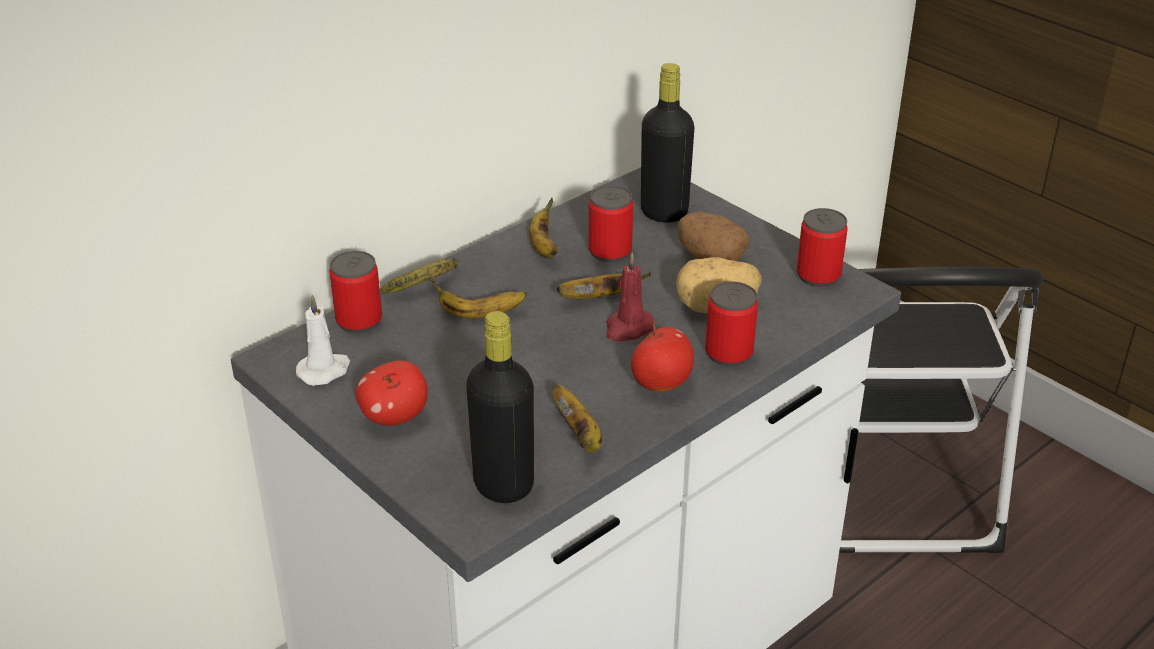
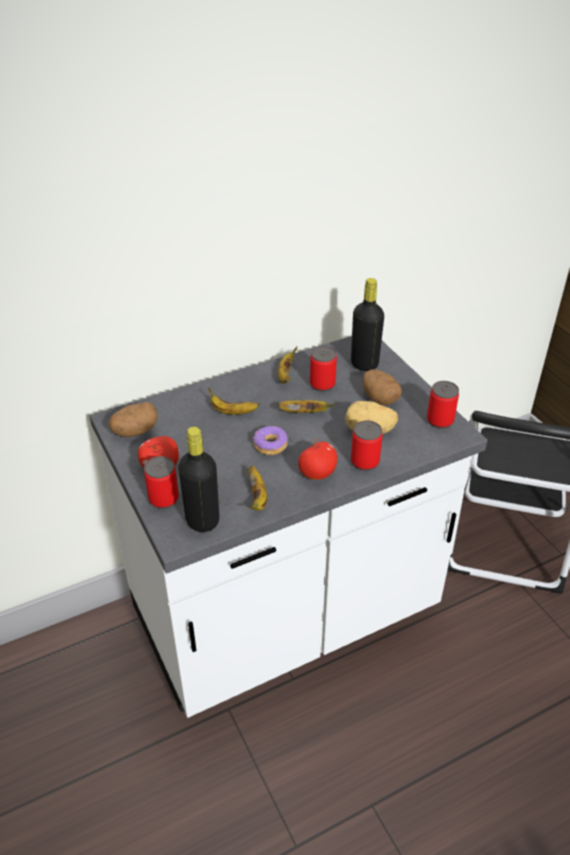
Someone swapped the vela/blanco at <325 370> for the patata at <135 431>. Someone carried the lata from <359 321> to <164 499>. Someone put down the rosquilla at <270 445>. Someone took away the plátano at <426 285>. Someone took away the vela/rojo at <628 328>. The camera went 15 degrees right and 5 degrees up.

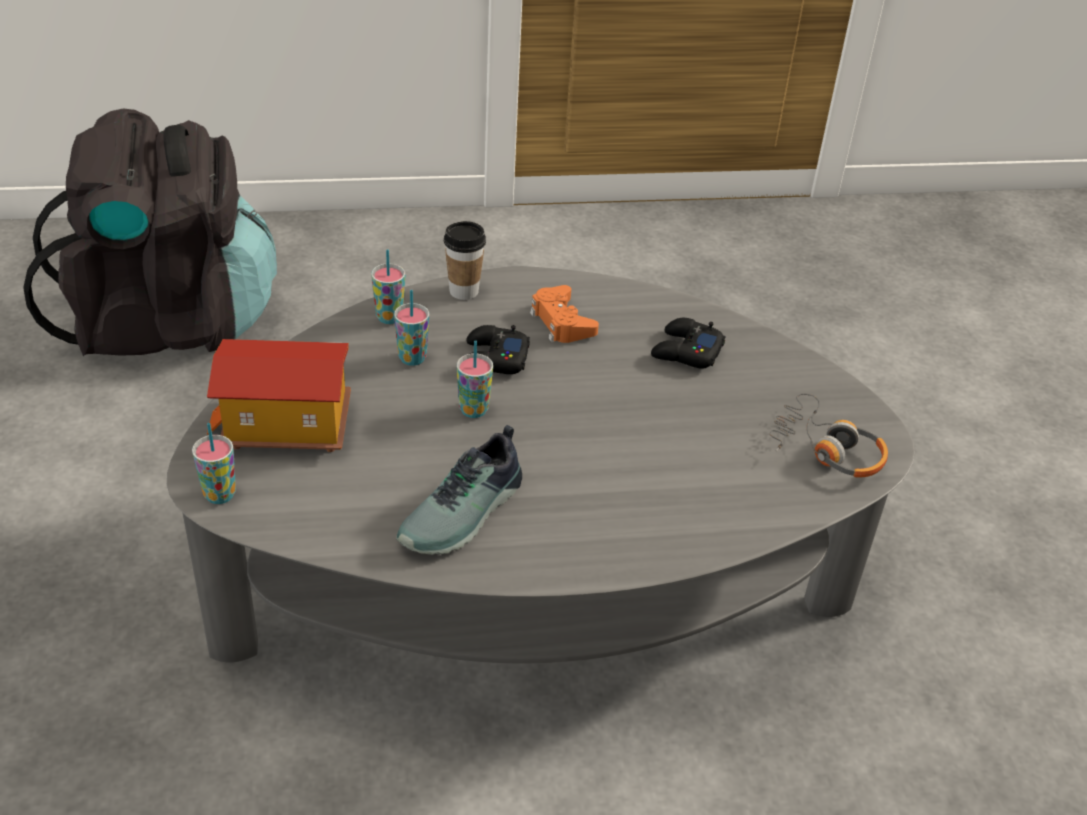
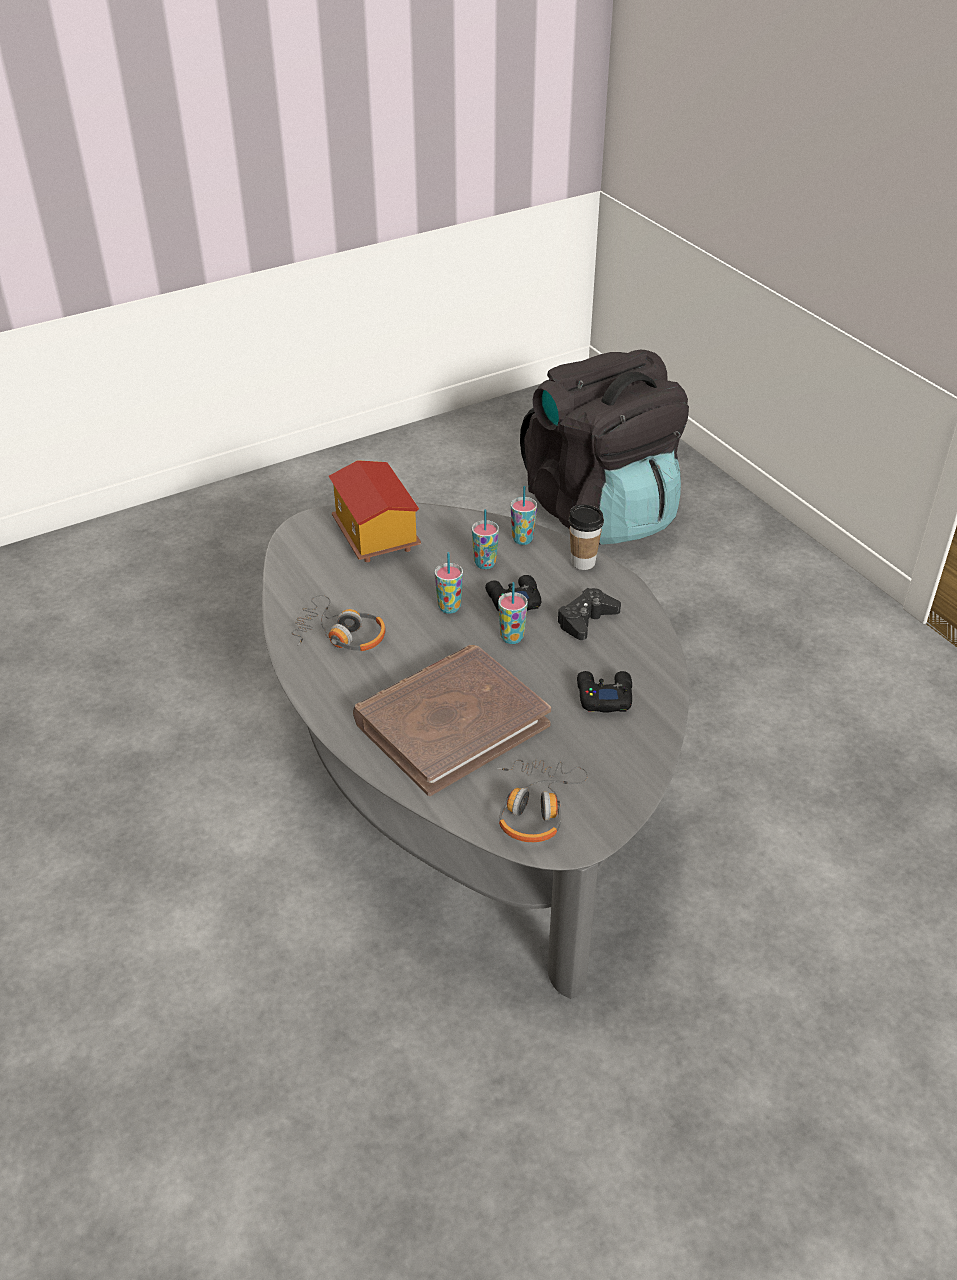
Someone swapped the zapato at <465 514> for the auriculares at <340 635>. Someone put down the libro/marrón at <451 723>. Someone carried the taza from <219 494> to <512 637>. Someone repainted the mando de consola/naranja at <561 322>, which became the mando de consola/negro at <586 620>. The camera went 70 degrees right and 0 degrees up.

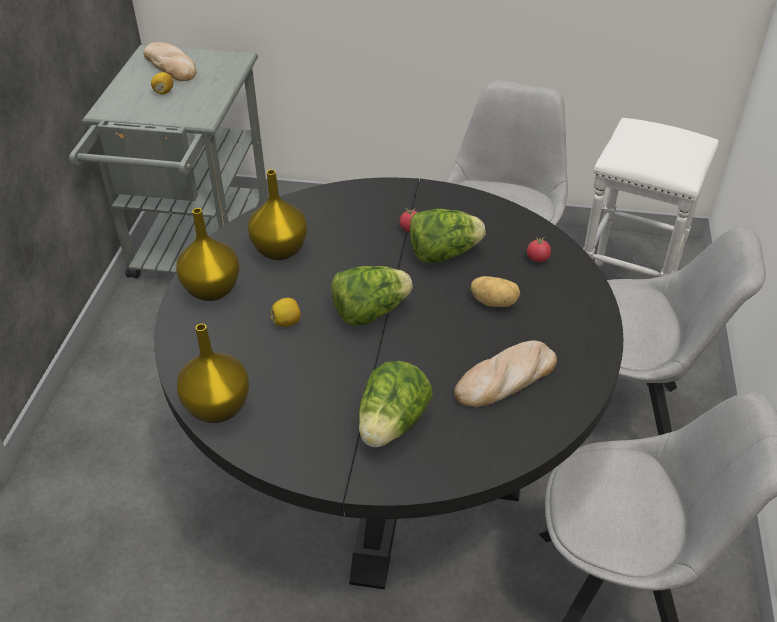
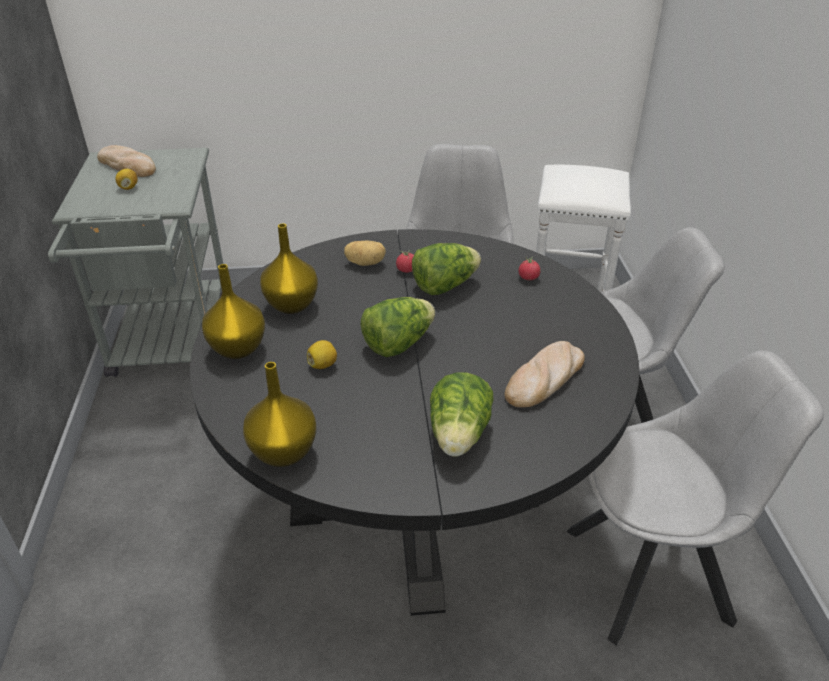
Someone carried the patata from <494 302> to <365 263>. The camera went 15 degrees left and 5 degrees down.

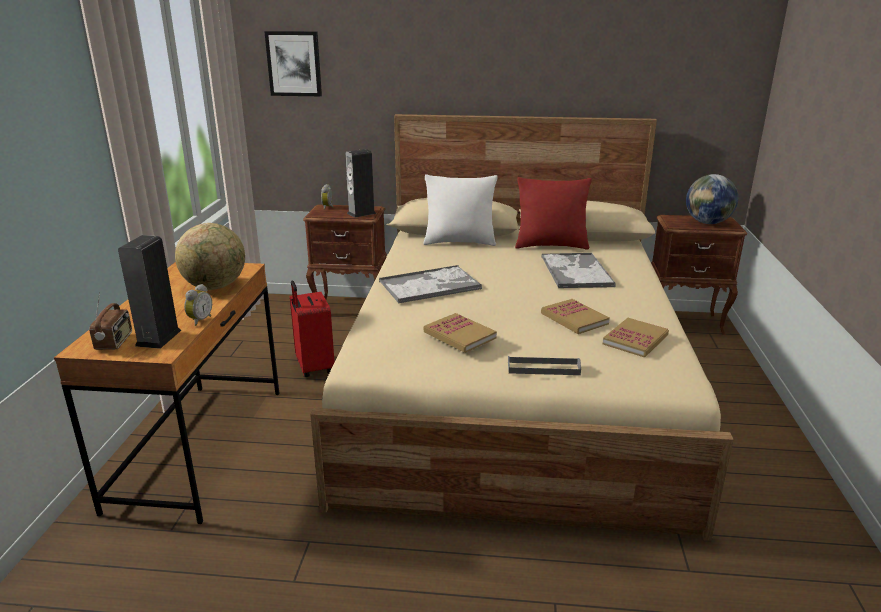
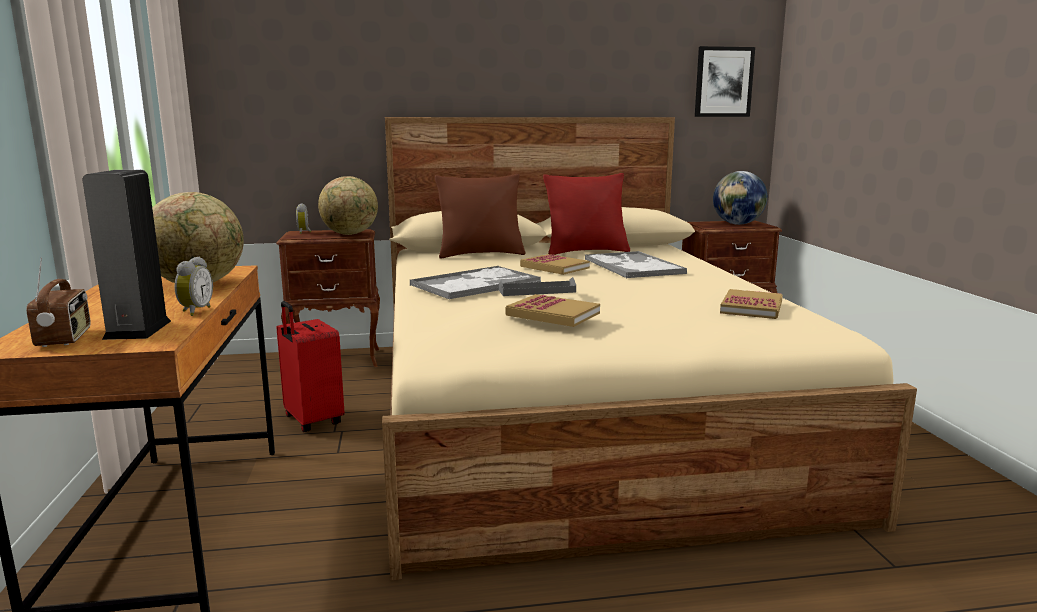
Someone swapped the altavoz at <361 213> for the globo terráqueo at <350 234>. Someone repainted the cojín/blanco at <459 242>, which became the cojín/marrón at <481 254>. Someone carried the bandeja/gris from <543 368> to <537 291>. Someone carried the libro from <574 319> to <554 267>. Someone carried the cuadro from <294 63> to <723 82>. The camera went 15 degrees left and 10 degrees down.

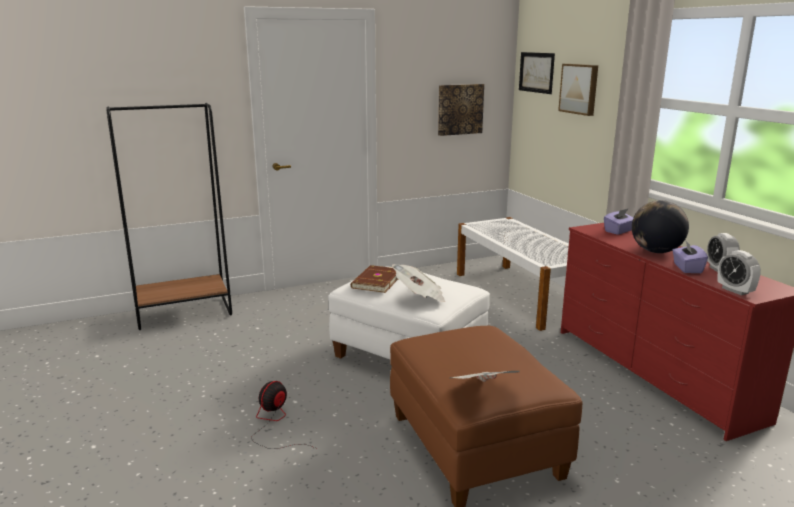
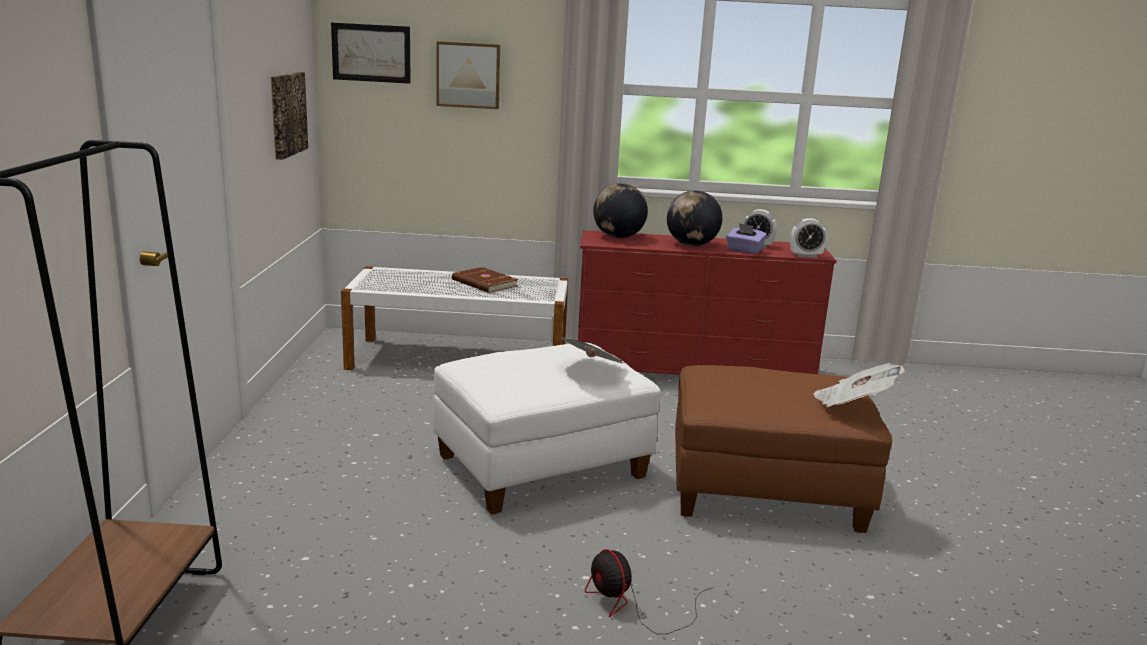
Someone carried the libro/marrón from <375 281> to <484 283>. Someone swapped the caja de pañuelos/morado at <618 231> for the globo terráqueo at <618 237>. The camera went 65 degrees left and 0 degrees up.

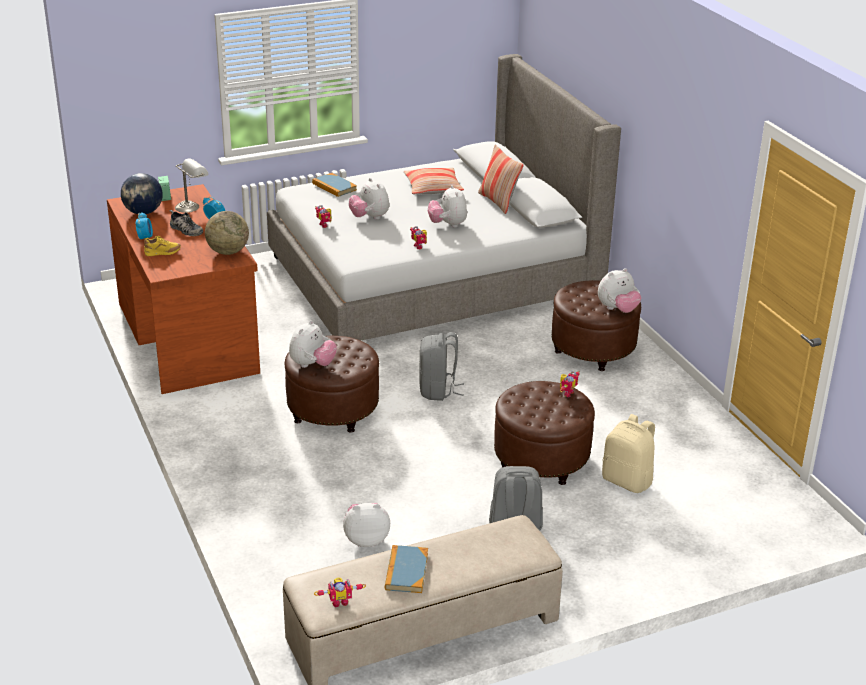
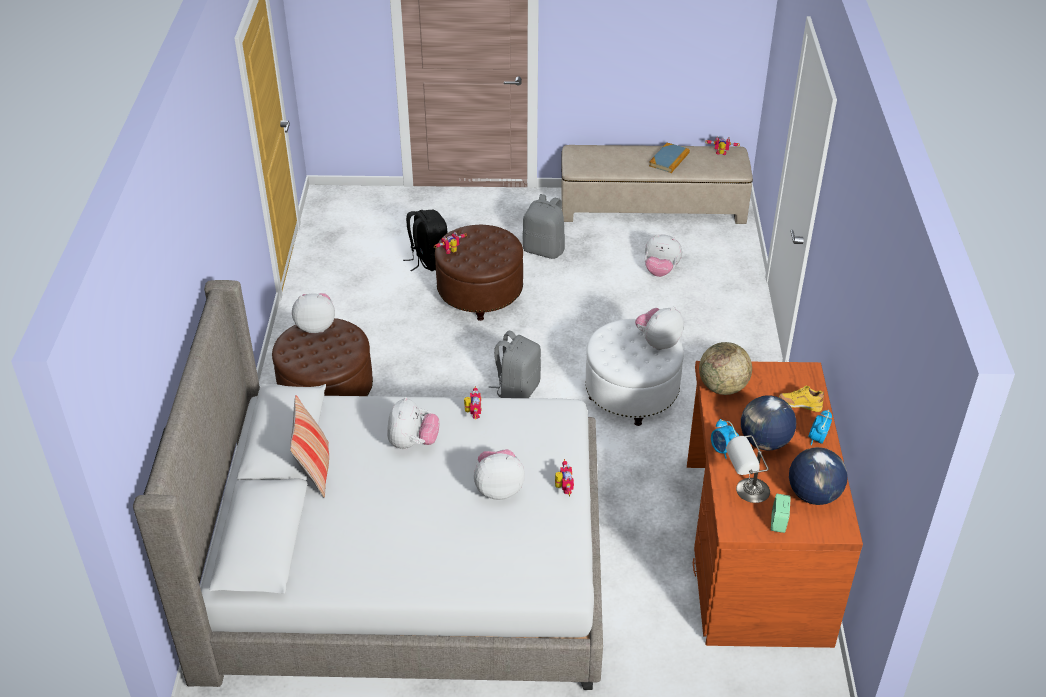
Someone repainted the mochila/beis at <628 481>, which became the mochila/negro at <428 260>. Someone rotated the peluche at <369 217> by 90 degrees counterclockwise. Someone repainted the puf/marrón at <333 411>, which became the puf/blanco at <631 395>. Someone swapped the zapato at <185 230> for the globo terráqueo at <764 442>. Someone took away the libro at <334 187>. Someone took away the cojín at <433 188>. The camera went 155 degrees left and 10 degrees up.

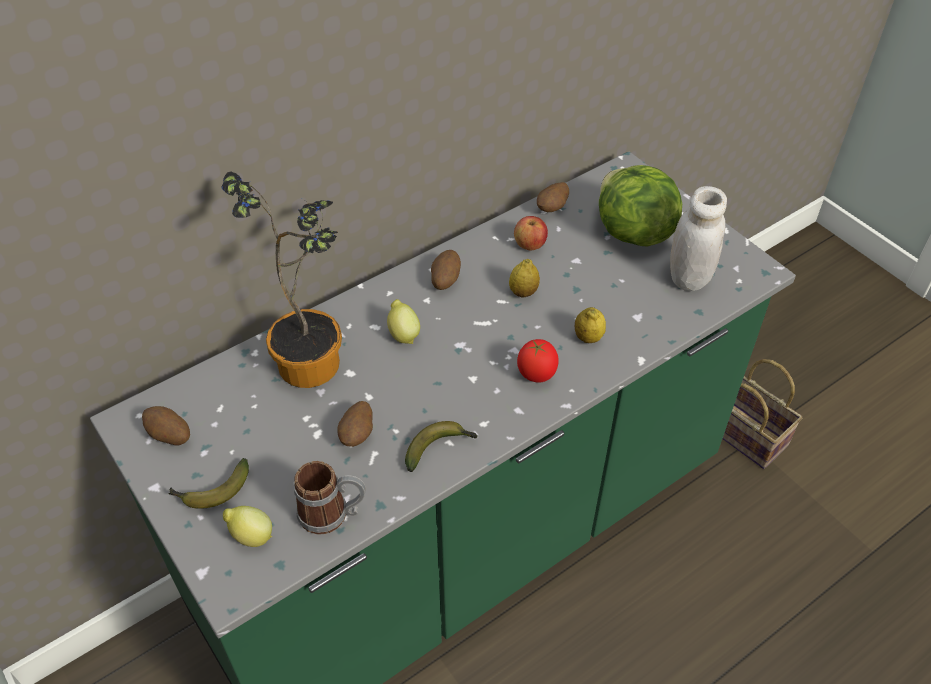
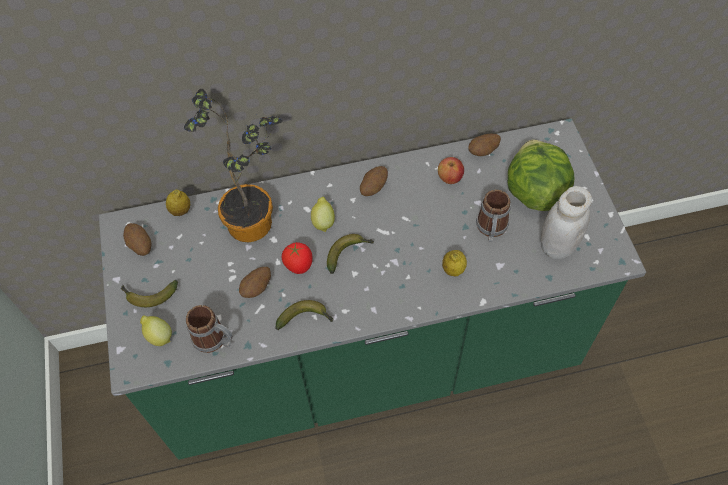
Someone carried the limón from <523 292> to <181 211>. Someone carried the tomate from <536 375> to <299 266>. Someone put down the plátano at <348 253>. Someone put down the taza grande at <491 230>. Someone took away the cesta at <740 433>. The camera went 25 degrees right and 10 degrees up.

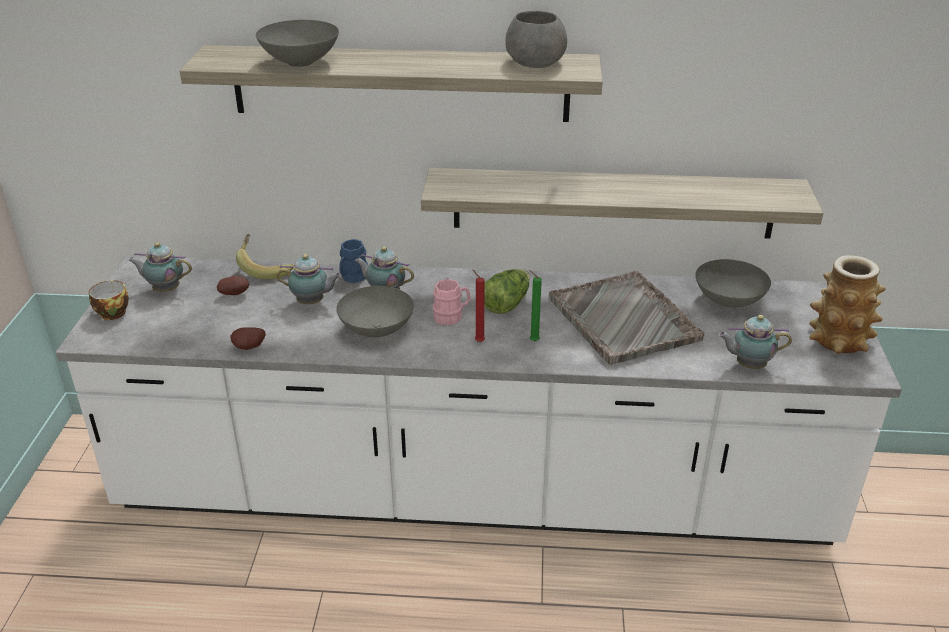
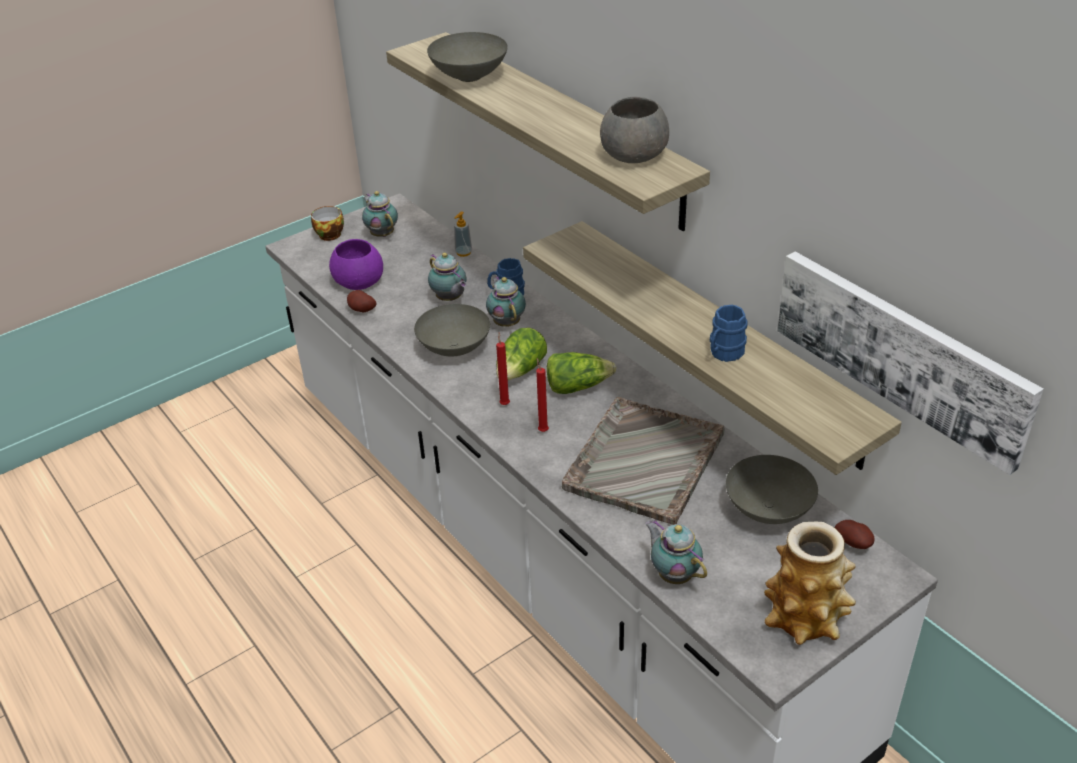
Someone put down the cuenco/morado at <359 282>. Someone swapped the plátano at <265 268> for the dispensador de jabón at <463 252>. Someone swapped the taza grande/rosa at <452 316> for the lechuga at <520 371>. Someone repainted the vela/verde at <532 341>, which became the vela/rojo at <542 430>. Someone put down the taza grande/azul at <724 353>. Someone put up the cuadro at <901 354>. Someone carried the patata from <235 294> to <854 543>. The camera went 50 degrees right and 5 degrees up.

